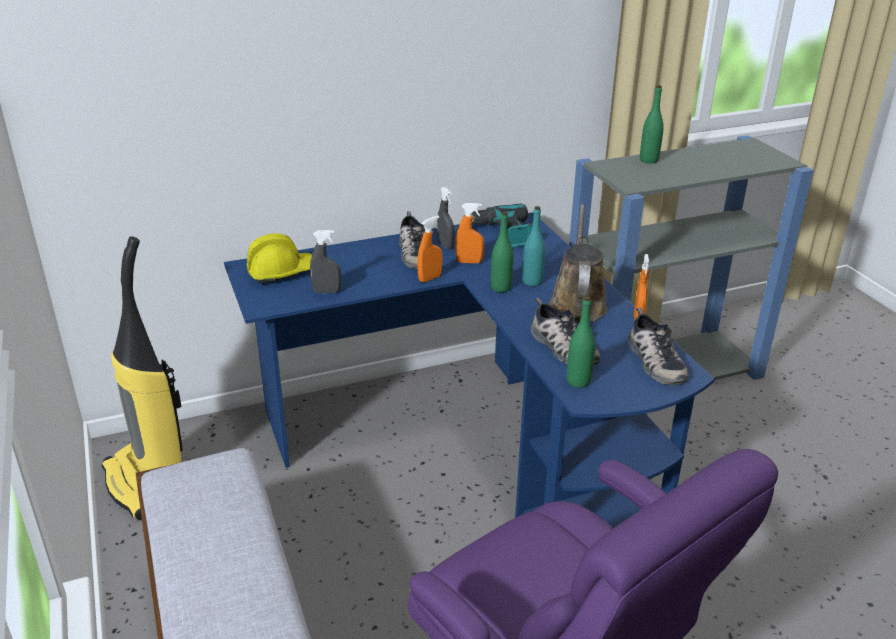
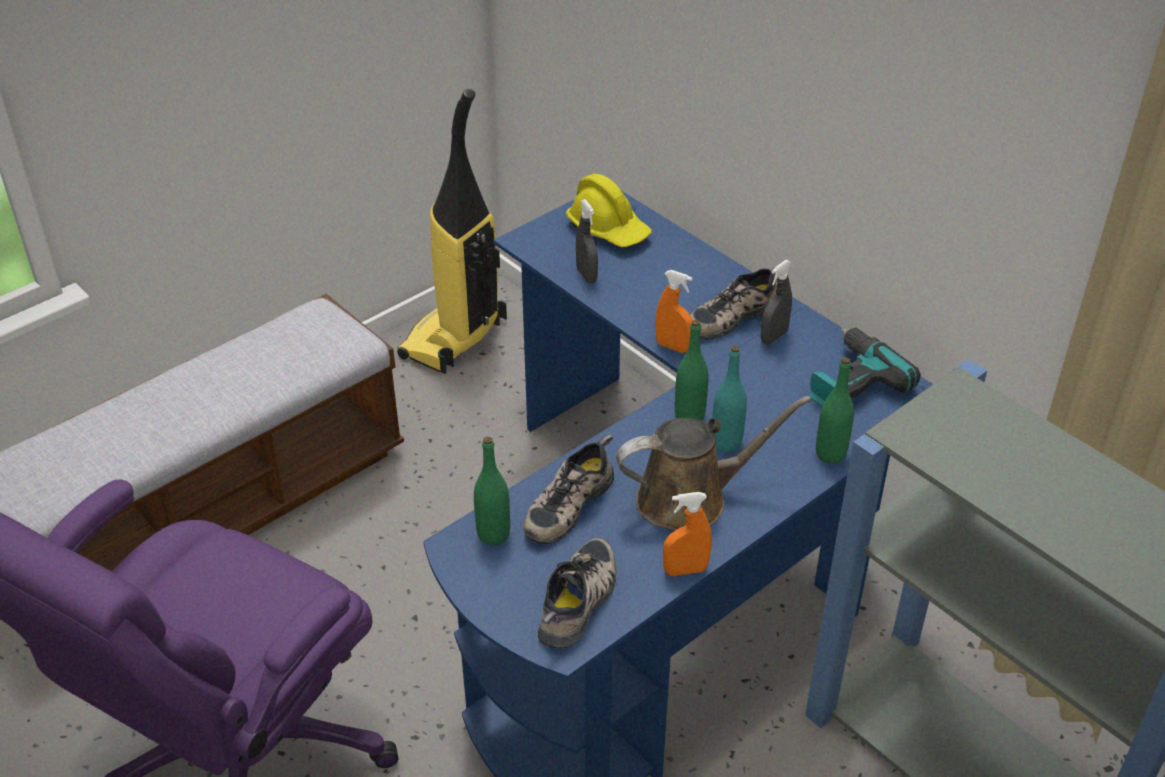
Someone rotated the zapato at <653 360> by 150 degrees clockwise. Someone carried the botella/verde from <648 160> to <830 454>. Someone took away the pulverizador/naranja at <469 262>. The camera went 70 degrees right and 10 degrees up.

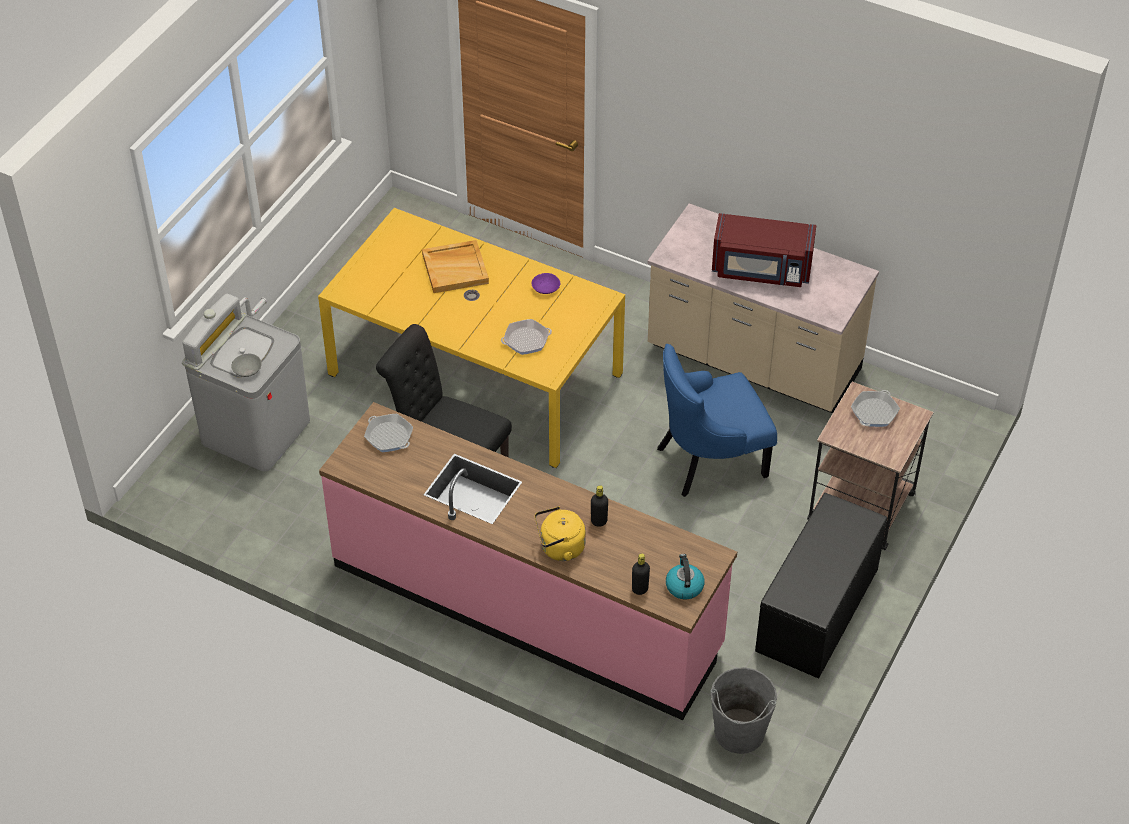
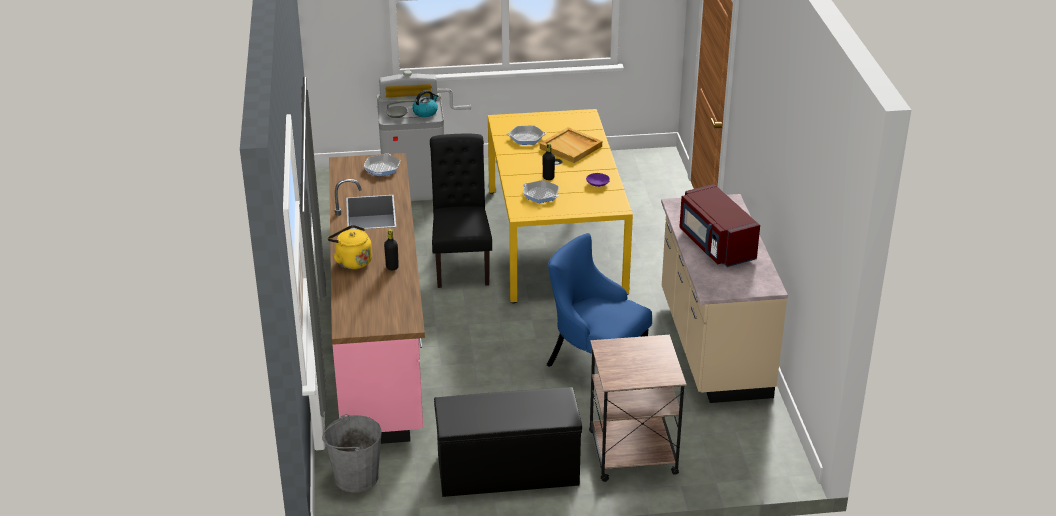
Someone carried the hervidor from <684 586> to <425 112>. Someone carried the sartén from <874 412> to <526 138>. Someone carried the botella/negro from <640 589> to <548 177>. The camera went 55 degrees right and 15 degrees down.

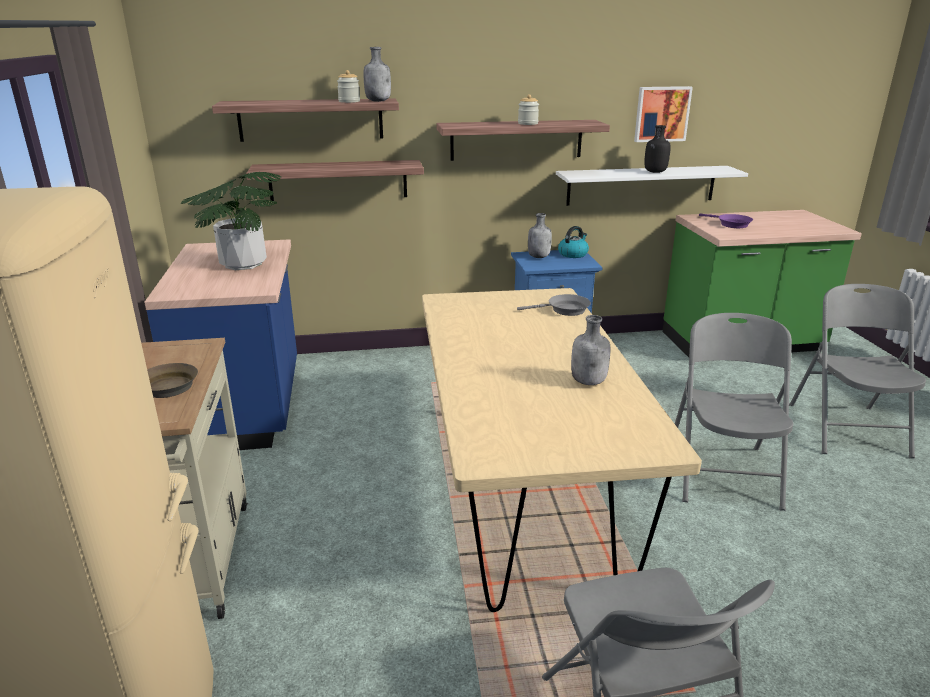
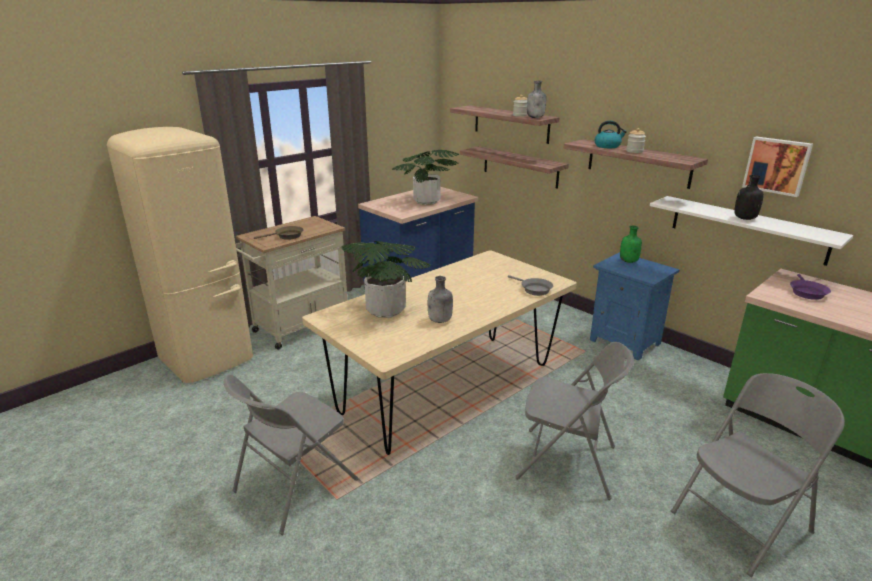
Someone put down the planta en maceta at <386 310>. Someone rotated the silla/gris at <723 474> by 45 degrees clockwise. Someone carried the hervidor from <573 254> to <607 146>. Someone repainted the botella/gris at <539 257>, which became the botella/verde at <629 261>. The camera went 55 degrees right and 0 degrees up.

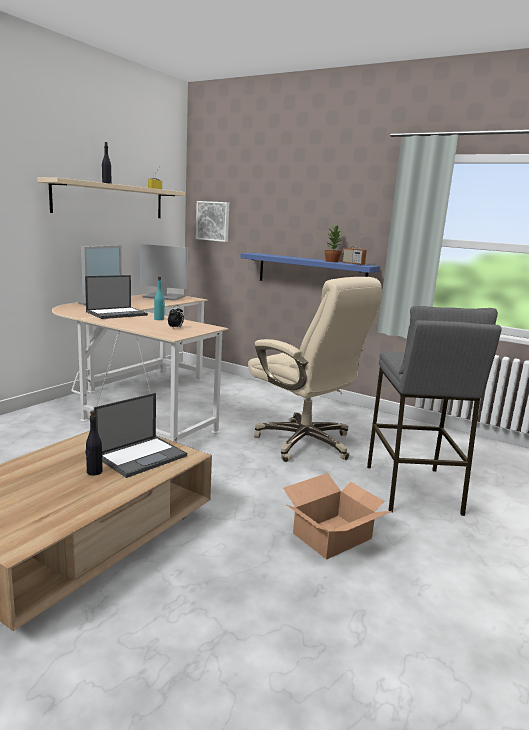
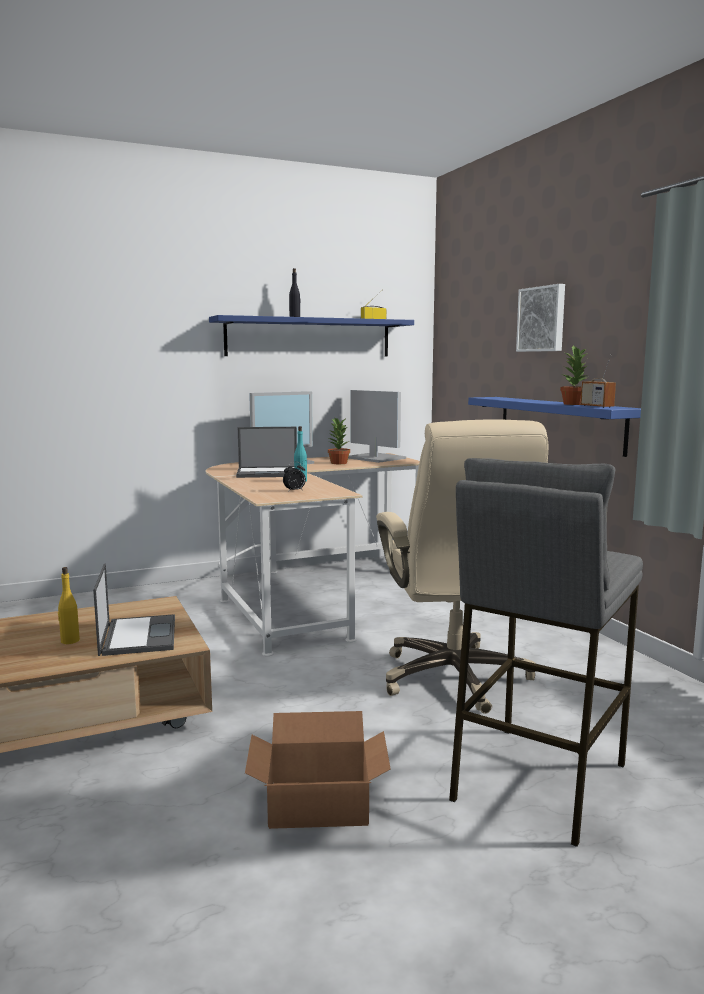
Someone repainted the botella/negro at <94 472>, which became the botella/amarillo at <69 641>. Someone rotated the portátil at <142 456> by 90 degrees counterclockwise. Someone repainted the estante/beis at <110 200>, which became the estante/azul at <309 337>. Someone put down the planta en maceta at <338 463>. Someone carried the cuadro from <213 221> to <542 319>. The camera went 35 degrees right and 5 degrees down.

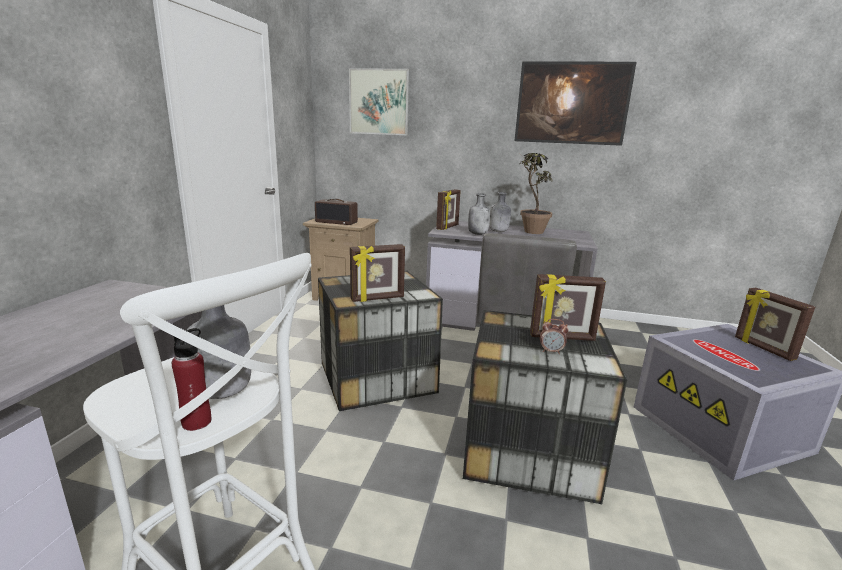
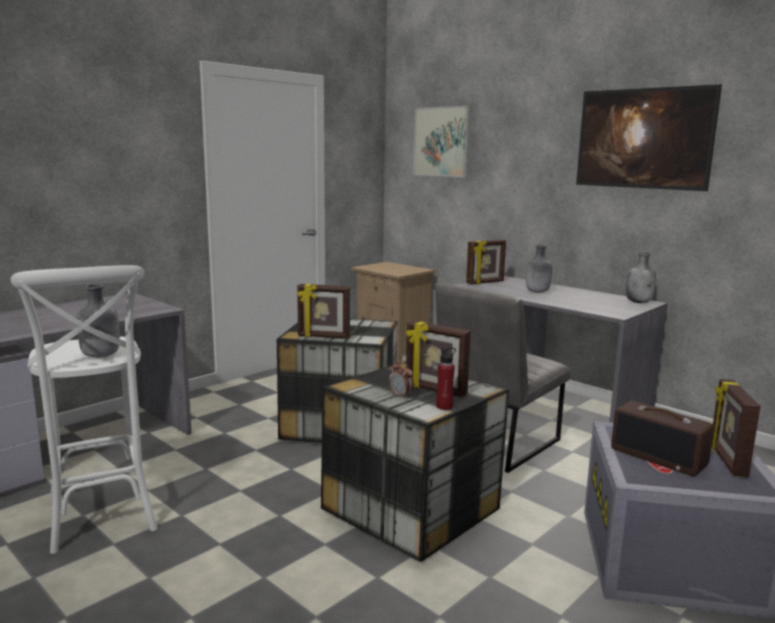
Someone carried the botella/rojo from <197 422> to <444 406>. Someone carried the radio from <337 222> to <659 457>. Someone carried the botella/gris from <478 234> to <639 302>. Someone took away the planta en maceta at <530 233>. The camera went 30 degrees right and 5 degrees down.

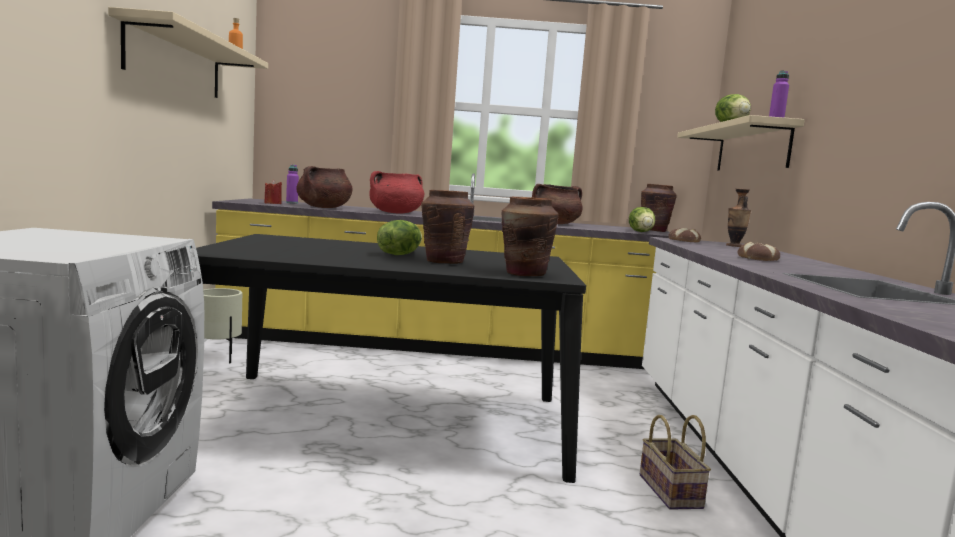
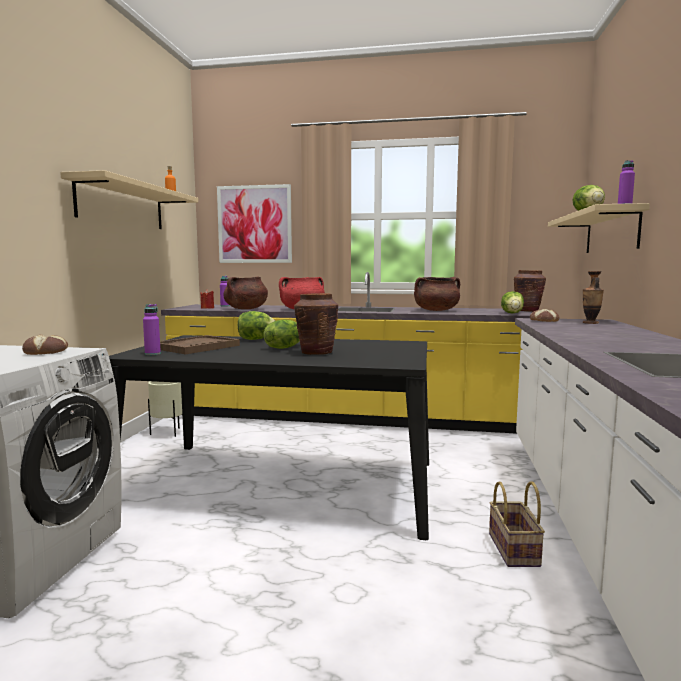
Someone carried the pan from <758 258> to <47 352>. Someone put down the botella/morado at <152 354>. Someone put down the bandeja/marrón at <197 347>. Someone put up the cuadro at <254 224>. Someone put down the lechuga at <256 339>. Someone took away the florero/marrón at <525 274>. The camera went 10 degrees right and 0 degrees up.

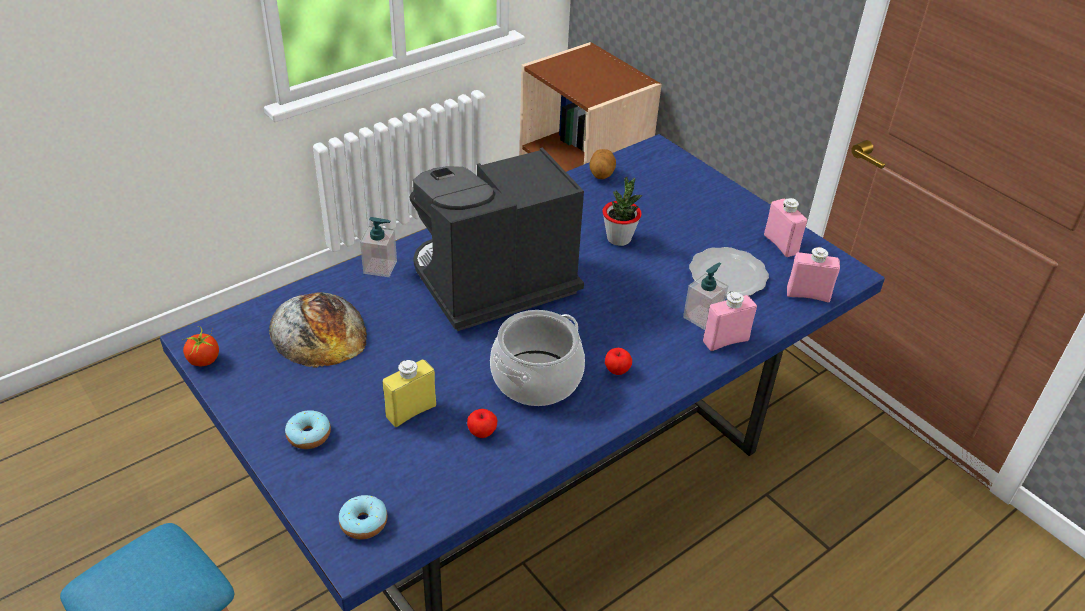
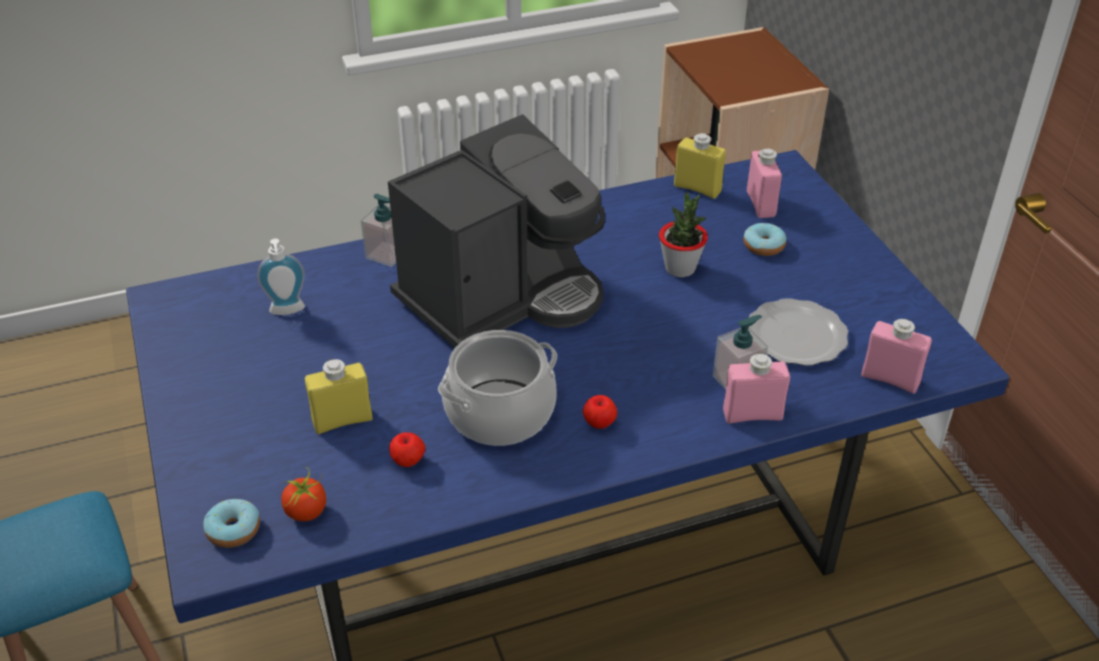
Someone swapped the pan at <318 330> for the dispensador de jabón at <287 312>. Someone carried the tomate from <204 360> to <306 512>. Someone rotated the cafetera at <492 285> by 150 degrees clockwise. Someone swapped the patata at <601 174> for the botella/amarillo at <697 188>. Someone carried the rosquilla from <309 435> to <763 246>. Someone carried the botella/rosa from <780 244> to <760 204>. The camera went 20 degrees right and 0 degrees up.

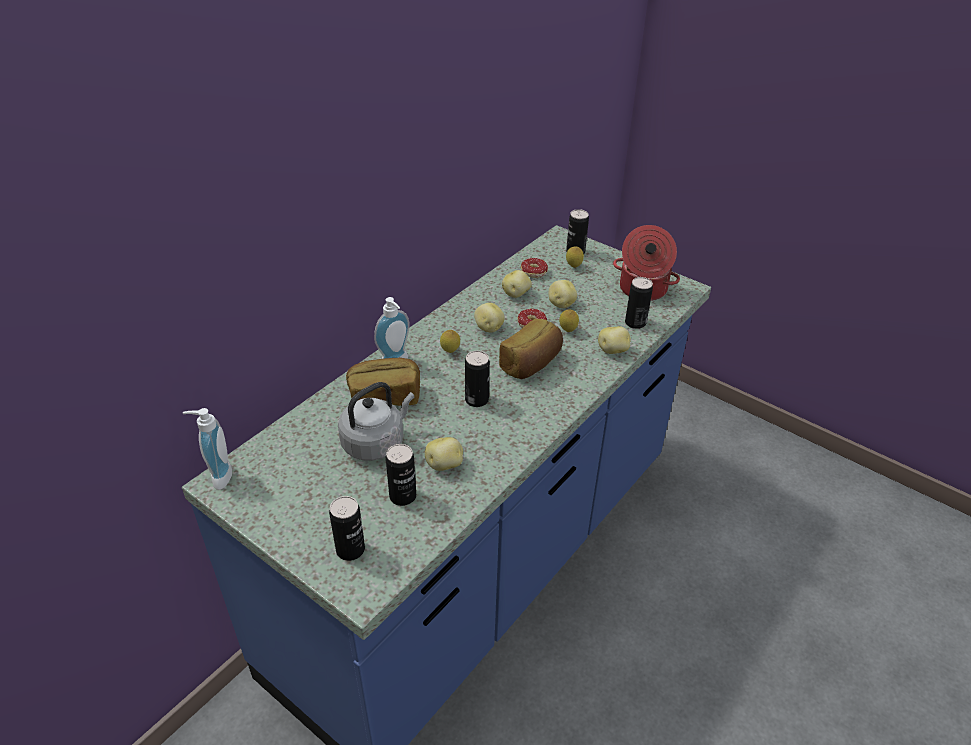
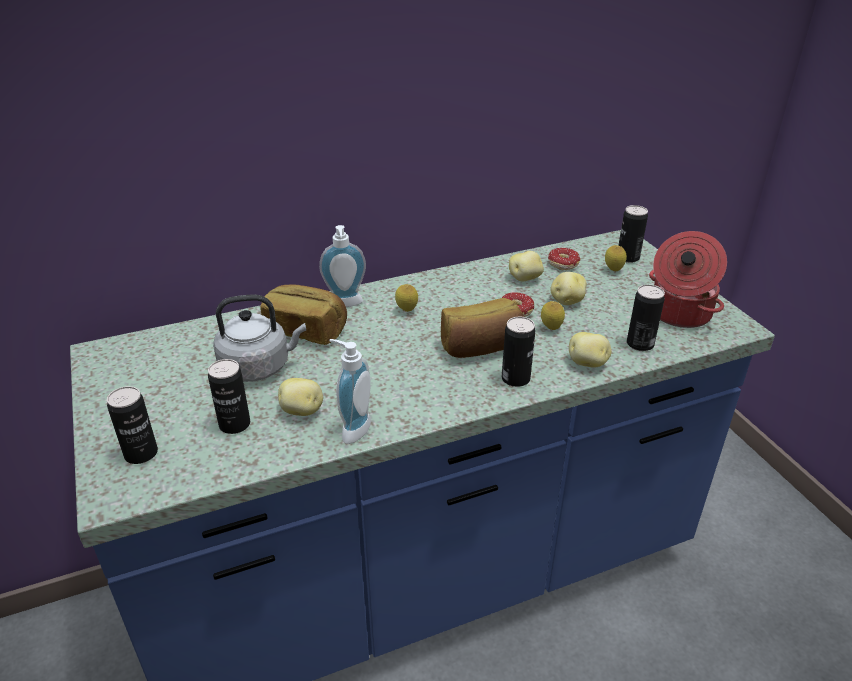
Someone carried the dispensador de jabón from <217 476> to <352 428>. Someone carried the lata from <476 400> to <515 379>. Someone took away the patata at <488 328>. The camera went 30 degrees right and 5 degrees down.

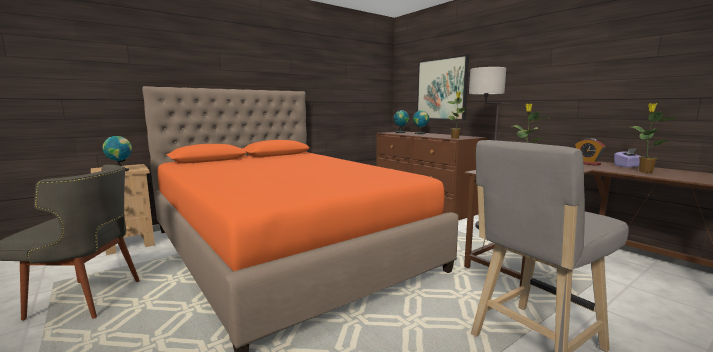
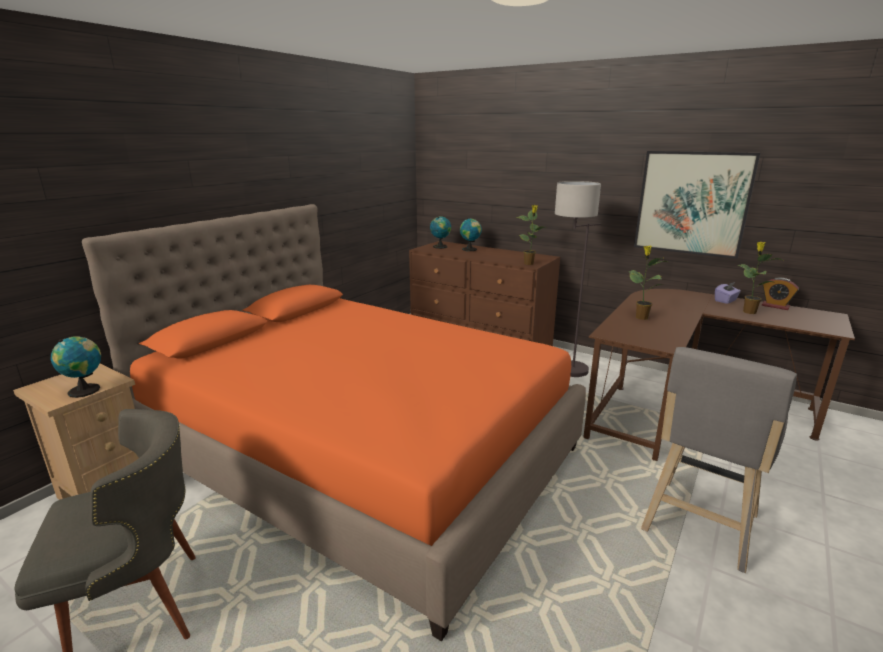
Someone carried the cuadro from <441 89> to <692 203>. Someone carried the despertador from <587 163> to <775 306>. The camera went 20 degrees left and 10 degrees up.

